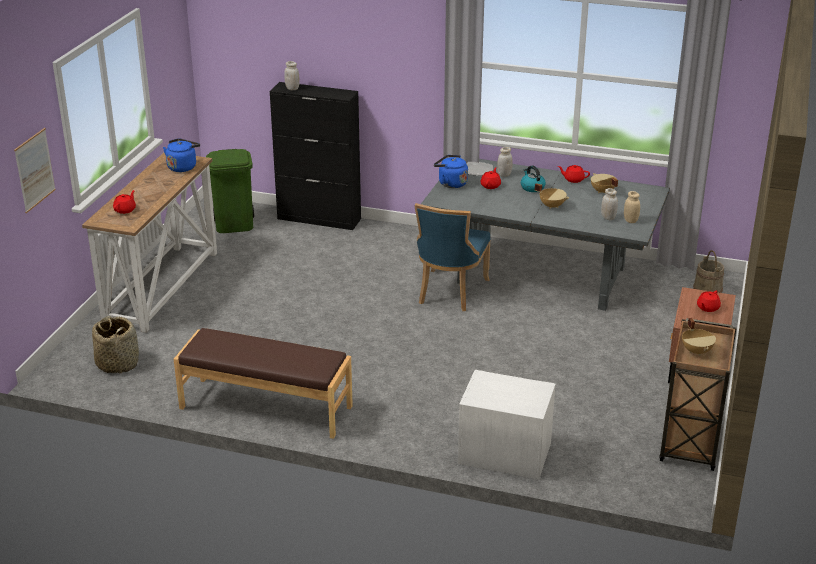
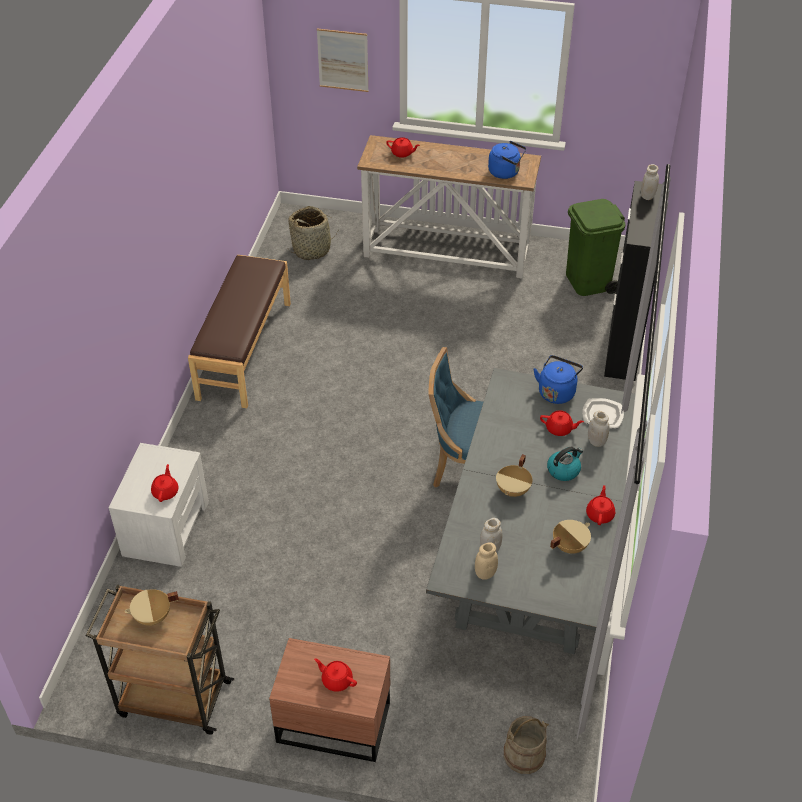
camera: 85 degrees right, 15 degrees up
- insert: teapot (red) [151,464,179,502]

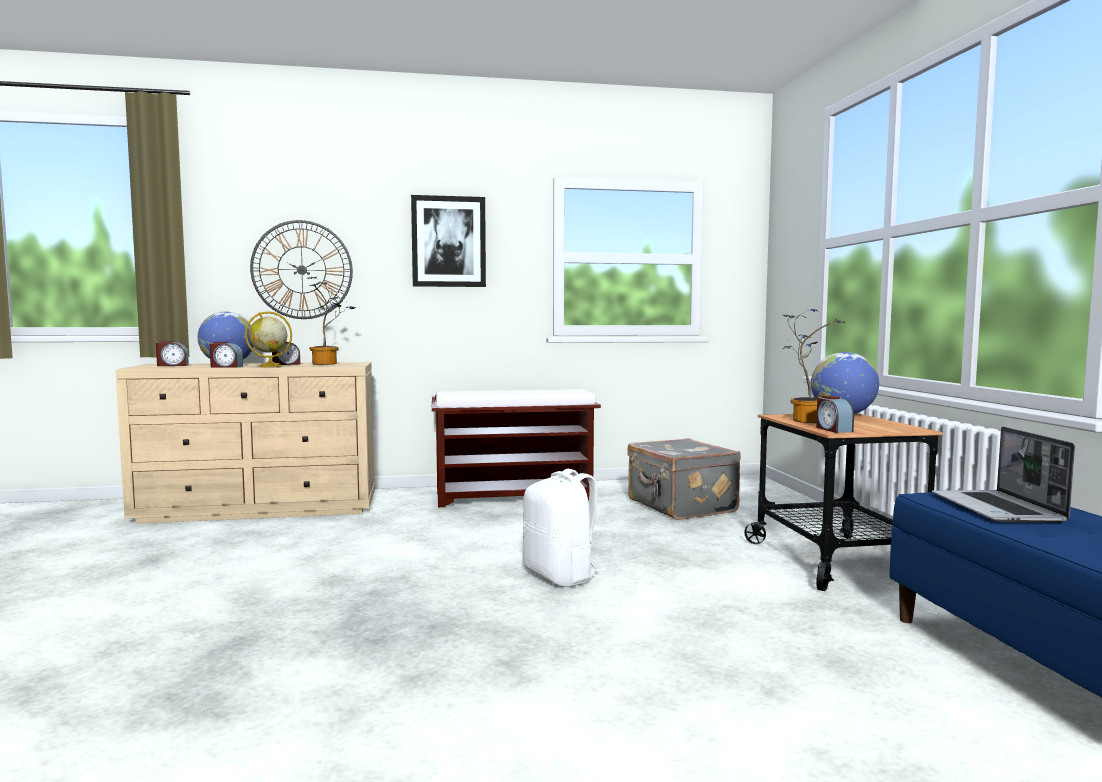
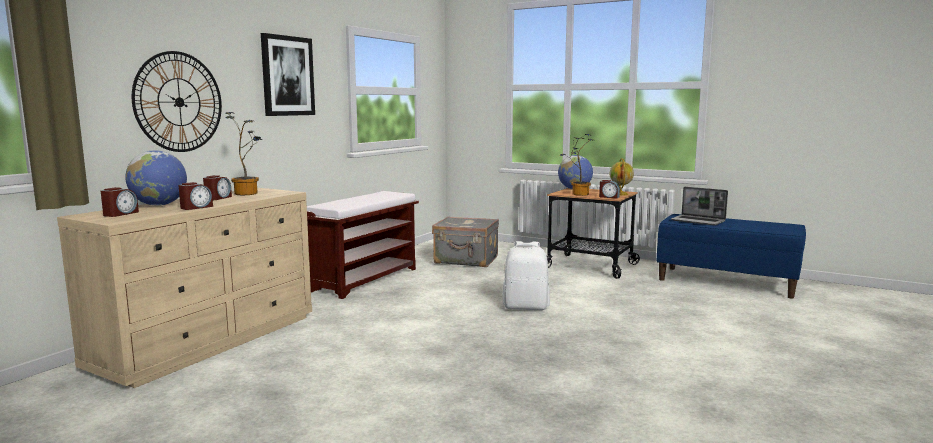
camera: 50 degrees left, 5 degrees up
- move: globe [245,311,292,367] to [610,158,634,195]

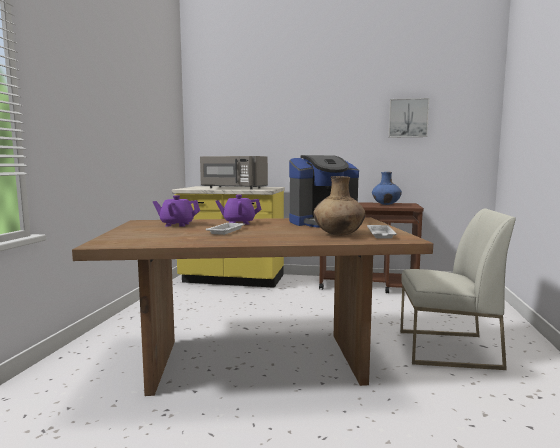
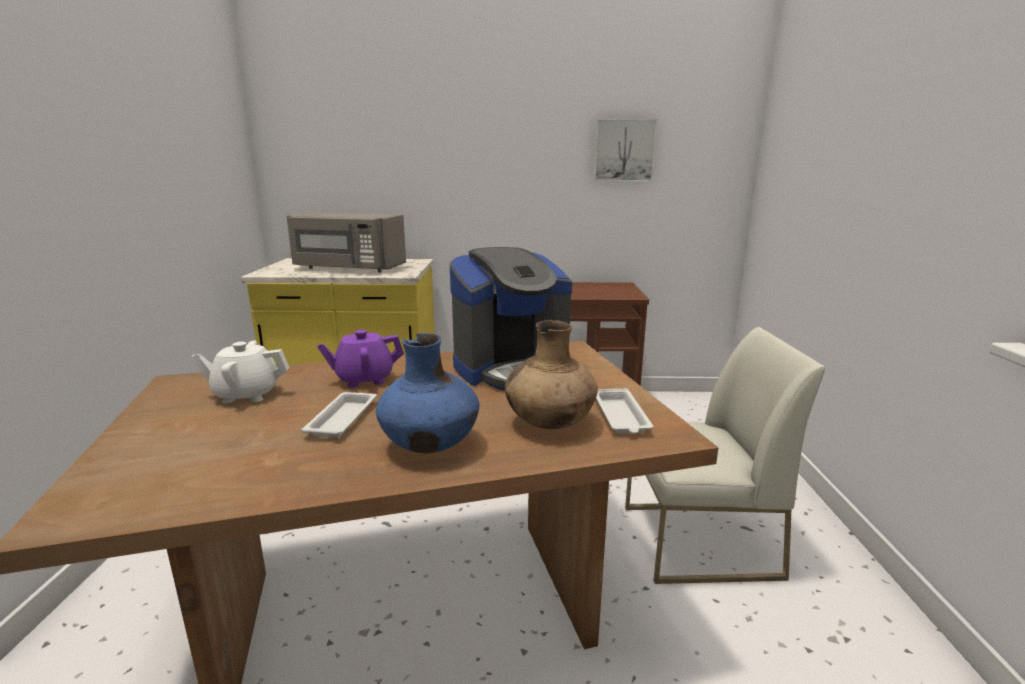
camera: 10 degrees left, 10 degrees up
- recolor: teapot (purple) [153,195,200,227] to teapot (white) [192,340,290,403]
- move: vase (blue) [372,172,402,205] to [376,333,479,453]

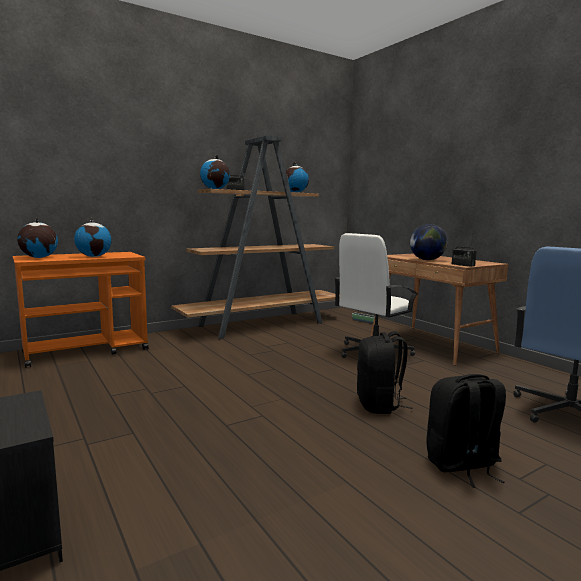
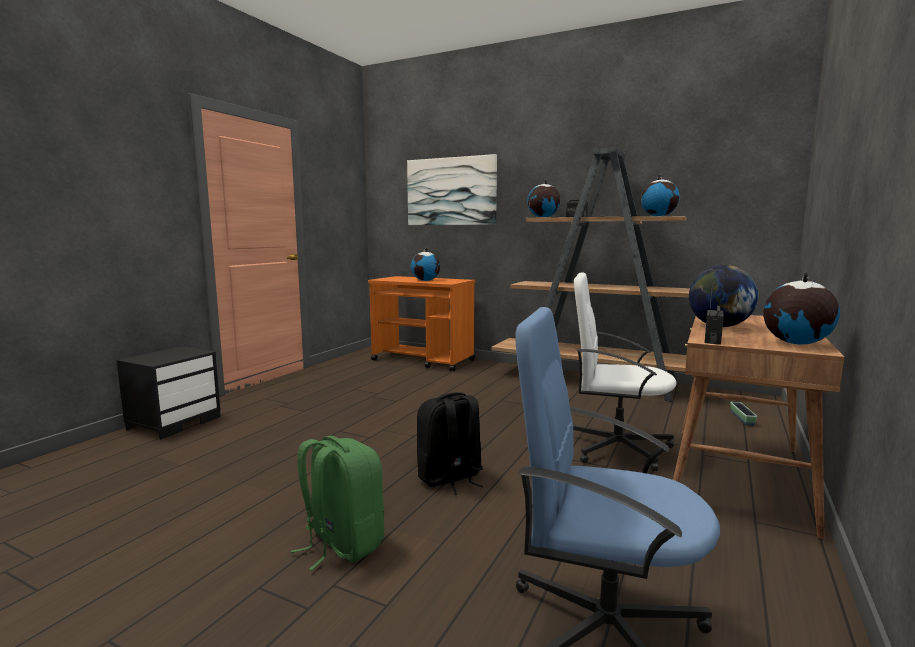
camera: 60 degrees right, 0 degrees up
- move: globe [17,217,58,258] to [763,272,840,345]
- recolor: backpack (black) [426,374,506,487] to backpack (green) [290,436,384,571]
- insert: picture [407,154,497,225]

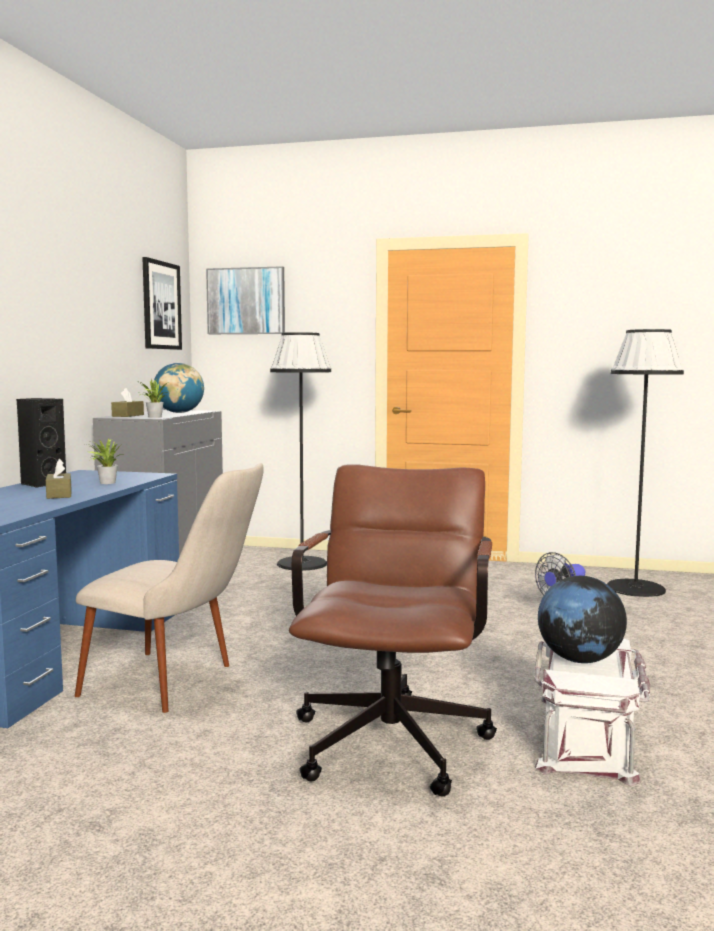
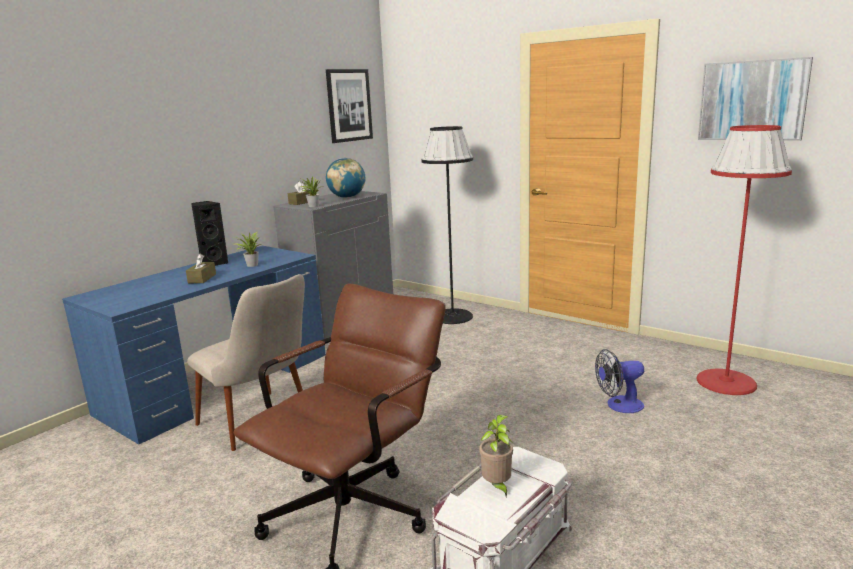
camera: 25 degrees right, 10 degrees up
- move: picture [206,266,285,334] to [698,57,813,141]
- replace: globe [538,576,627,663] to potted plant [479,415,514,497]
- recolor: floor lamp (black) [607,329,684,597] to floor lamp (red) [696,125,792,395]

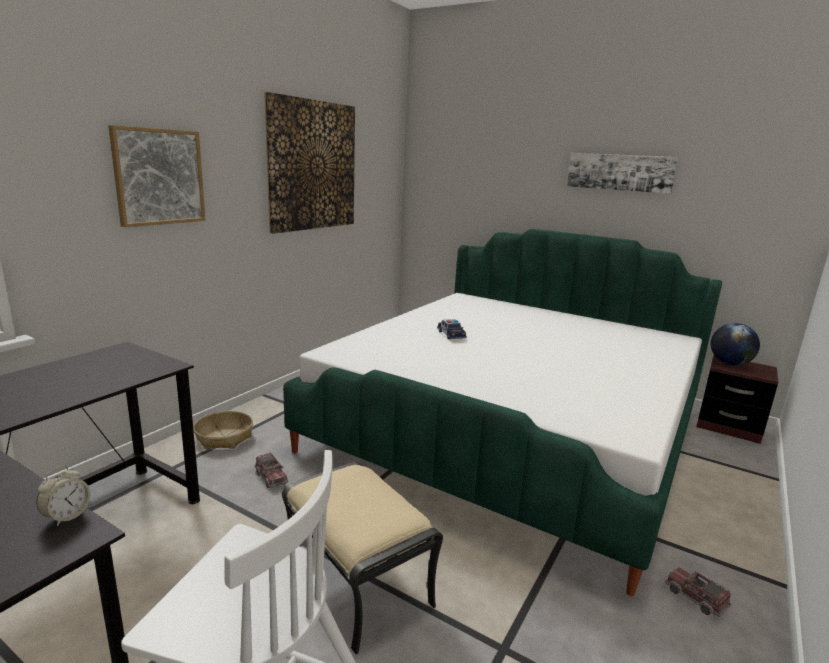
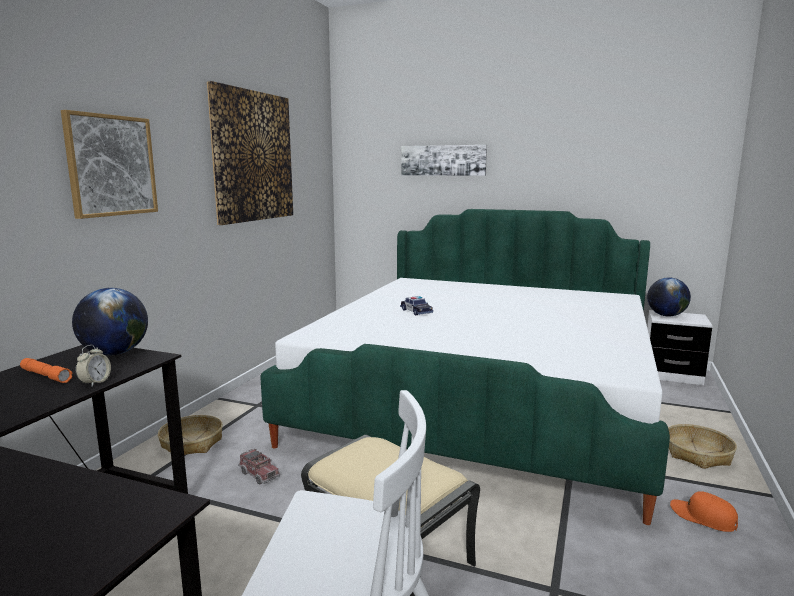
camera: 10 degrees left, 5 degrees down
- move: alarm clock [36,465,90,527] to [75,345,111,386]
- move: picture [567,153,678,194] to [401,145,487,176]
- replace: toy truck [665,567,732,617] to cap (orange) [670,491,738,532]
- recolor: nightstand (brown) [696,355,778,444] to nightstand (white) [647,310,712,385]
- insert: flashlight (orange) [20,358,72,383]
- insert: globe [72,288,148,355]
- insert: basket [668,424,737,469]

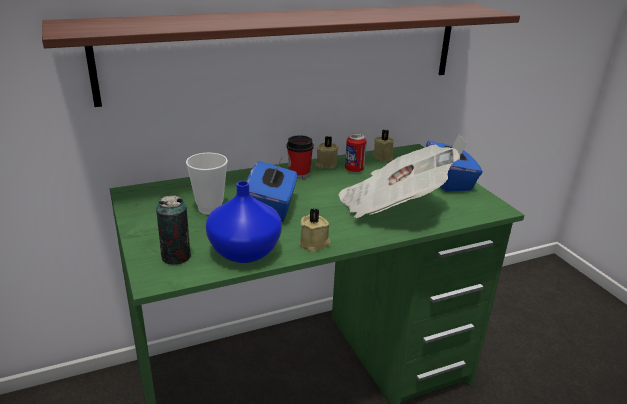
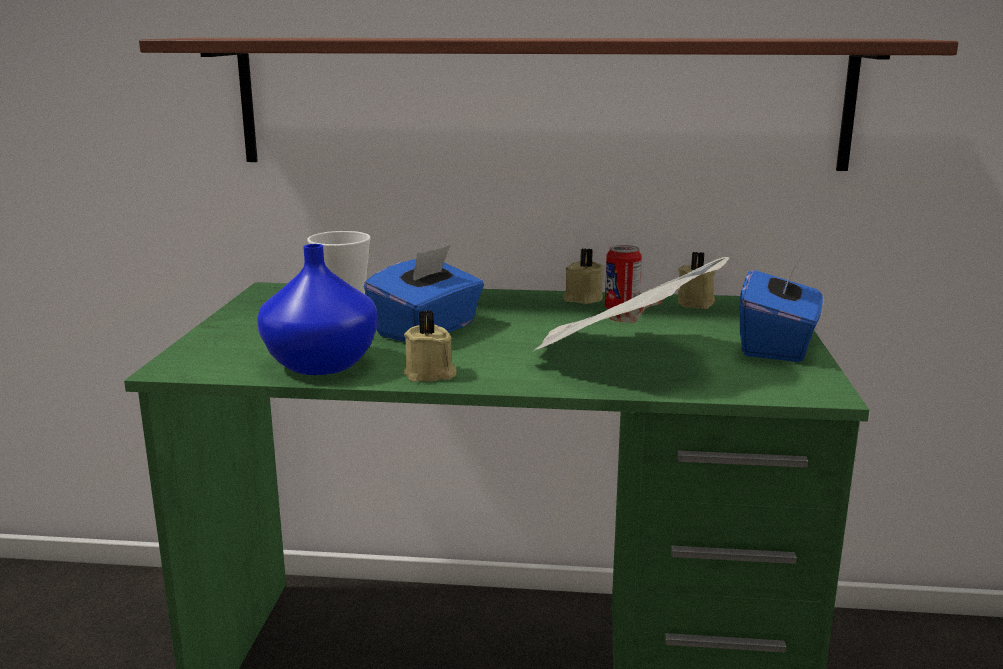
camera: 30 degrees right, 10 degrees down
- delete: can [156,196,191,265]
- delete: cup [287,135,314,179]

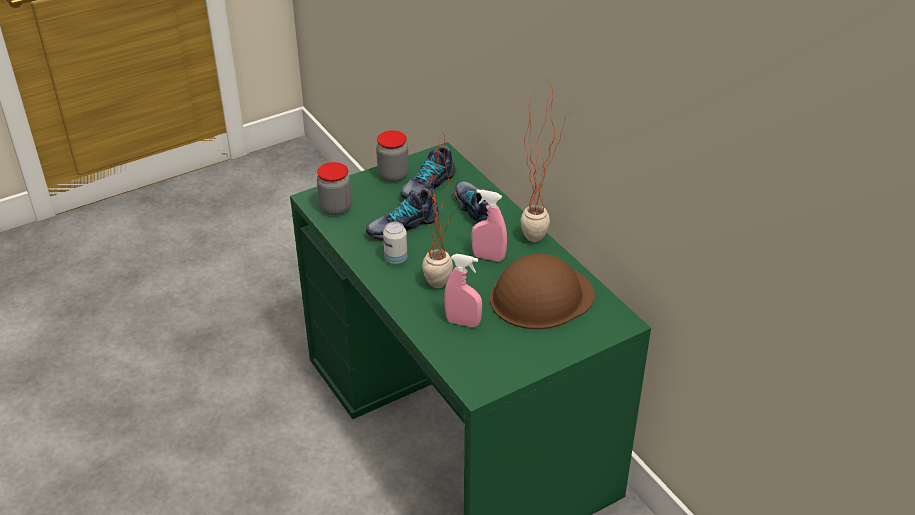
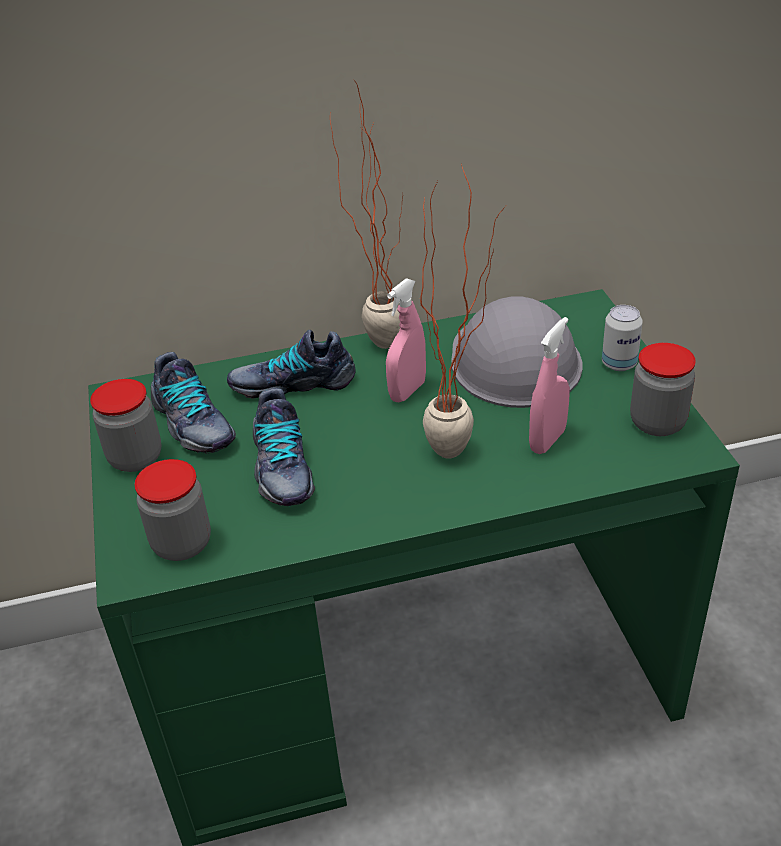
camera: 70 degrees left, 0 degrees up
- move: can [383,222,407,264] to [602,305,643,371]
- recolor: hard hat (brown) [490,254,595,329] to hard hat (grey) [451,297,583,408]
- insert: jar [630,343,696,436]

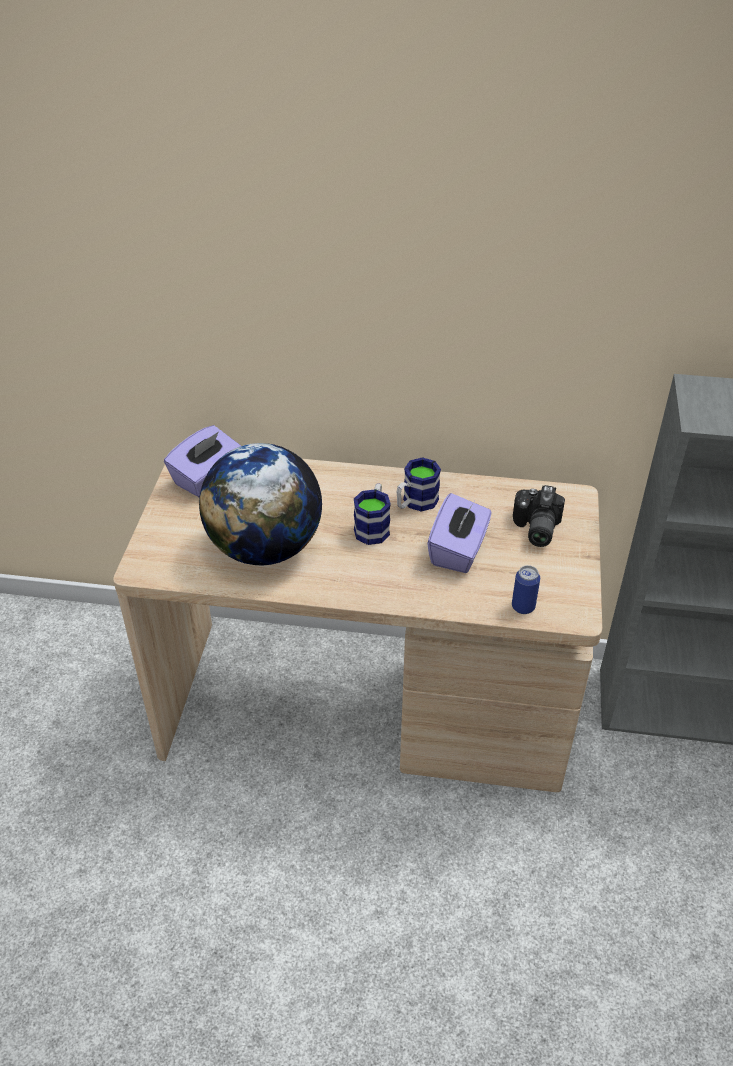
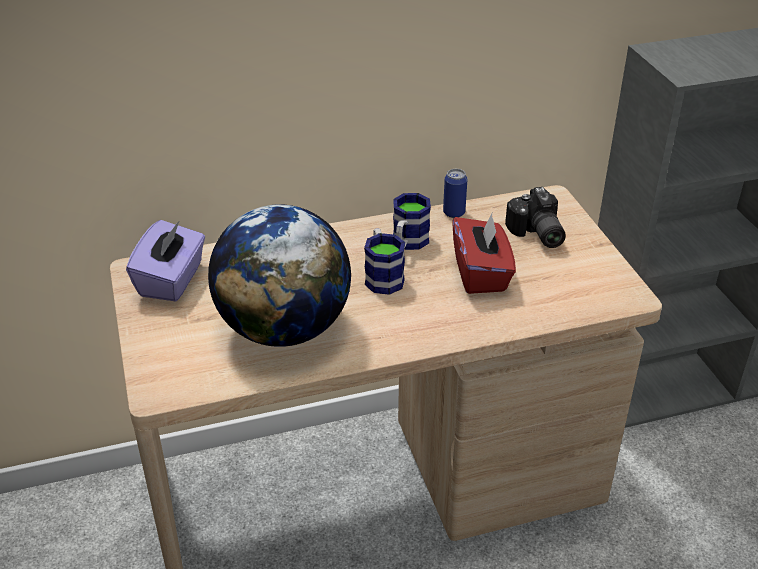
camera: 25 degrees left, 5 degrees down
- recolor: tissue box (purple) [427,493,492,573] to tissue box (red) [452,213,516,294]
- move: can [512,565,540,614] to [443,169,468,218]

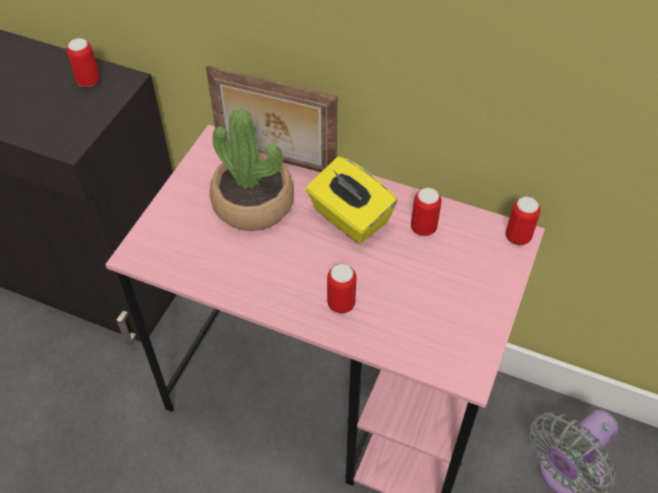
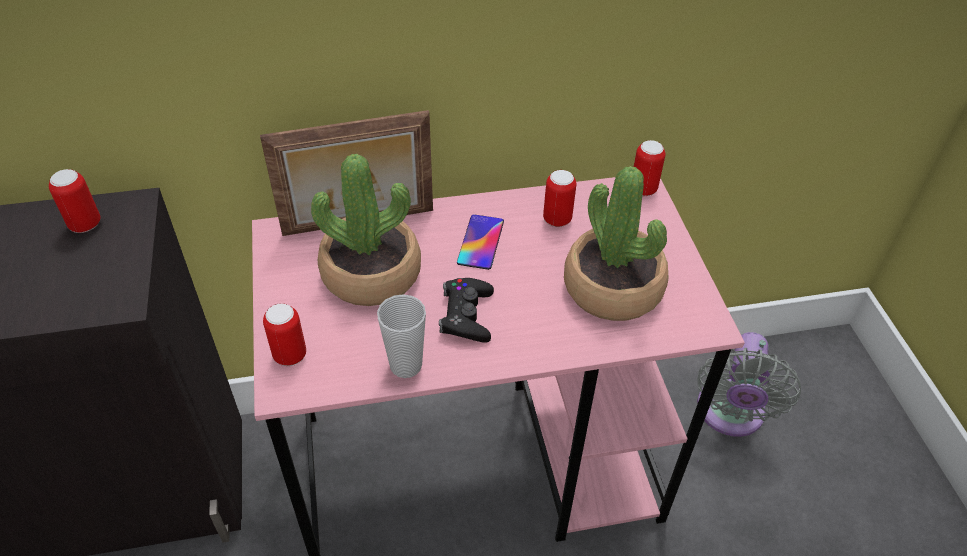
camera: 35 degrees left, 5 degrees down
- replace: tissue box (yellow) [306,156,398,244] to phone [457,214,504,270]
- move: can [327,264,356,314] to [263,303,306,366]
- insert: cup [377,294,426,378]
- insert: game controller (black) [439,278,494,343]
- insert: potted plant [564,166,668,321]

